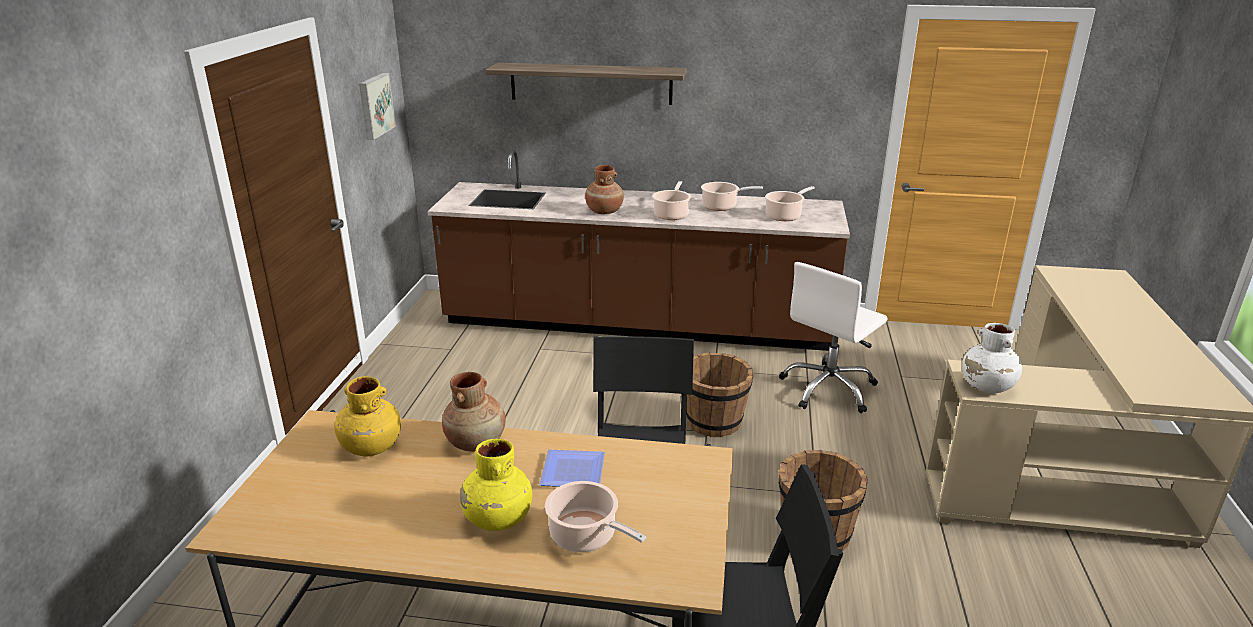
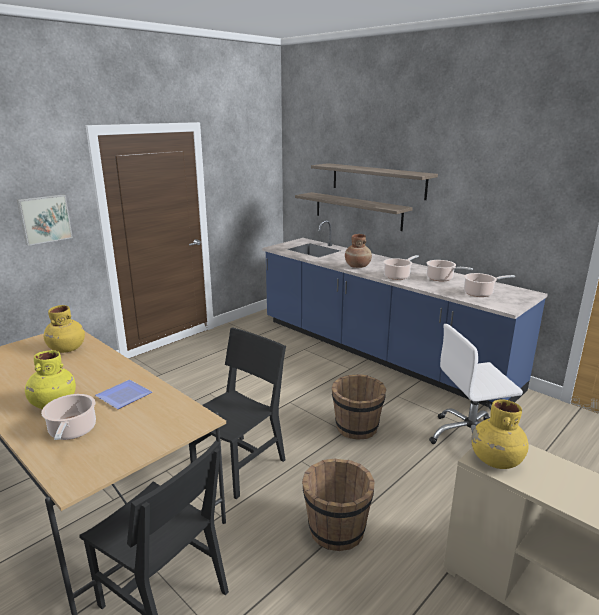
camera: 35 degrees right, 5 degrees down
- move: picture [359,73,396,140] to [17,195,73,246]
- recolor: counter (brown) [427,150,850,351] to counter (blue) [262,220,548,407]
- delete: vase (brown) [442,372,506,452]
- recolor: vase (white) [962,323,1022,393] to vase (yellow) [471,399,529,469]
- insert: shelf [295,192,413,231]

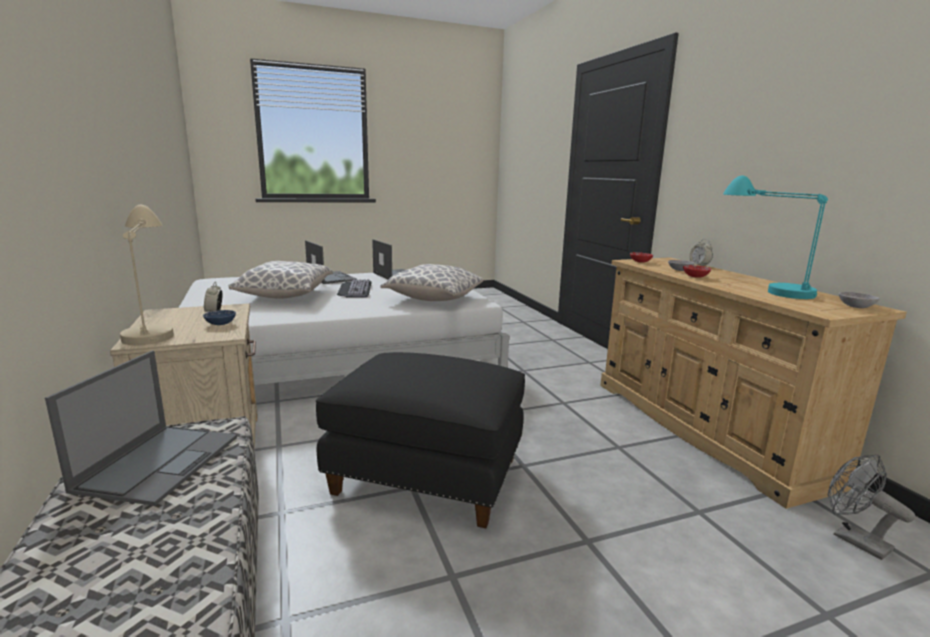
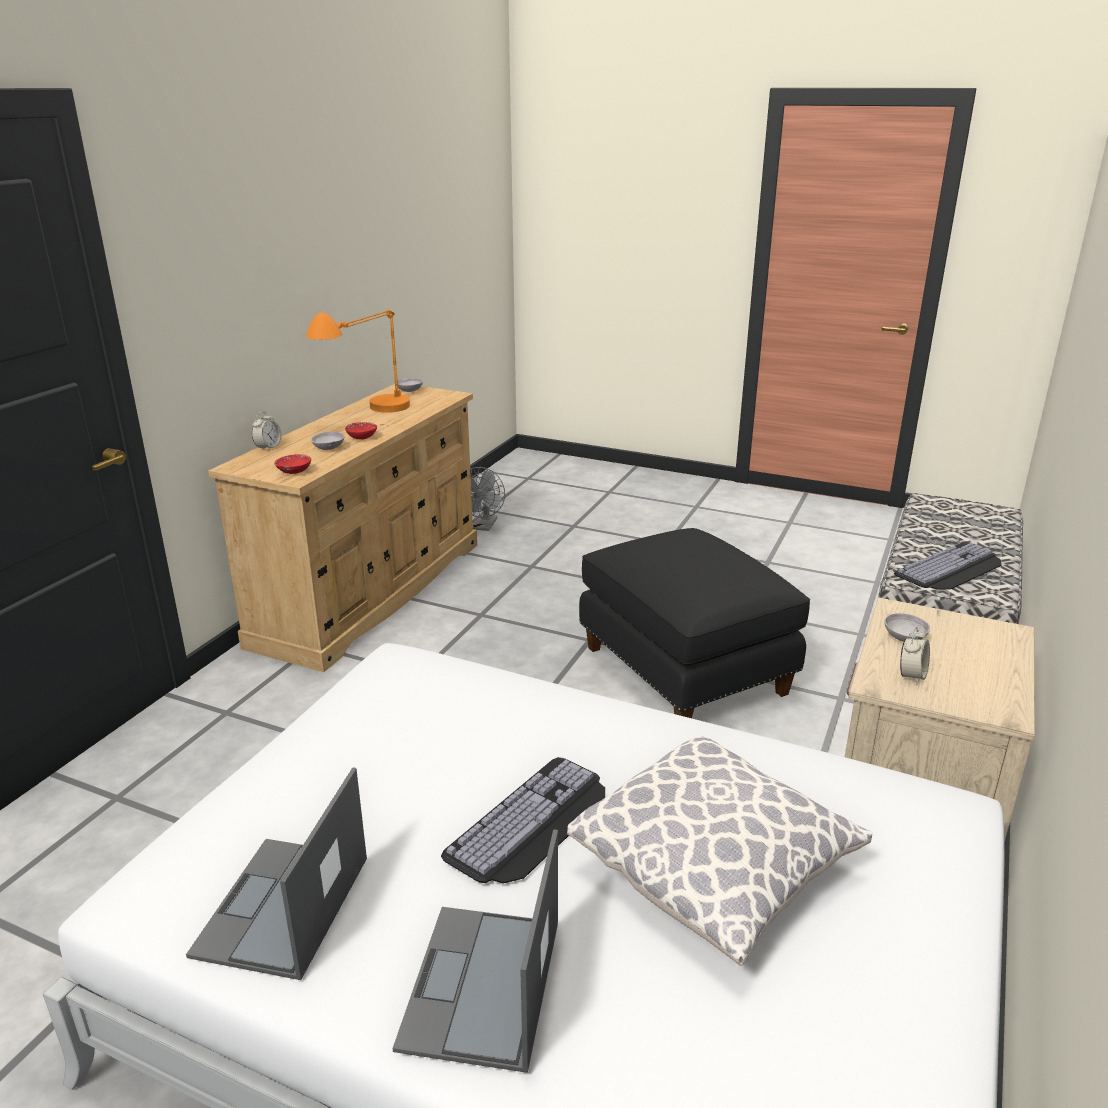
camera: 135 degrees left, 10 degrees up
- replace: laptop [45,351,237,506] to keyboard [894,542,1002,590]
- delete: table lamp (beige) [120,205,174,345]
- recolor: bowl (blue) [203,310,236,325] to bowl (grey) [884,613,930,642]
- delete: pillow [380,264,483,301]
- recolor: table lamp (turquoise) [723,175,828,299] to table lamp (orange) [306,310,410,413]

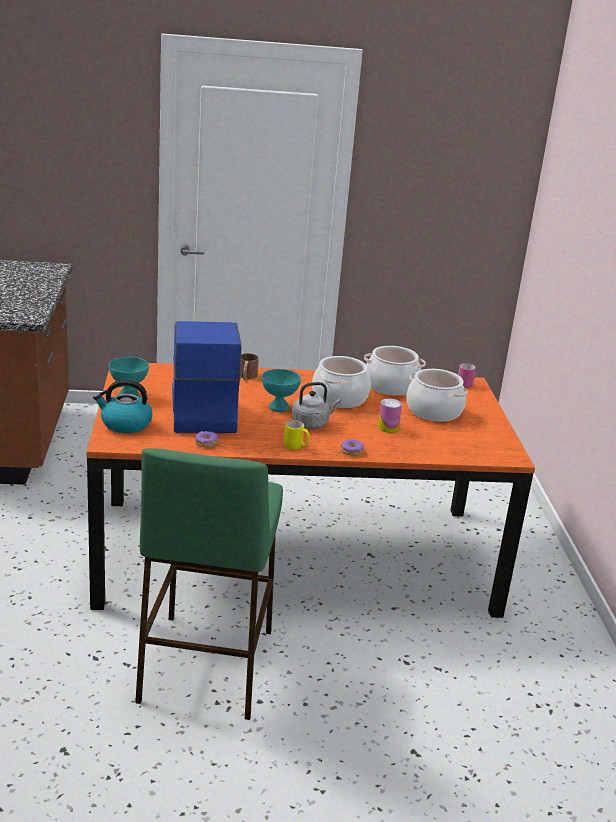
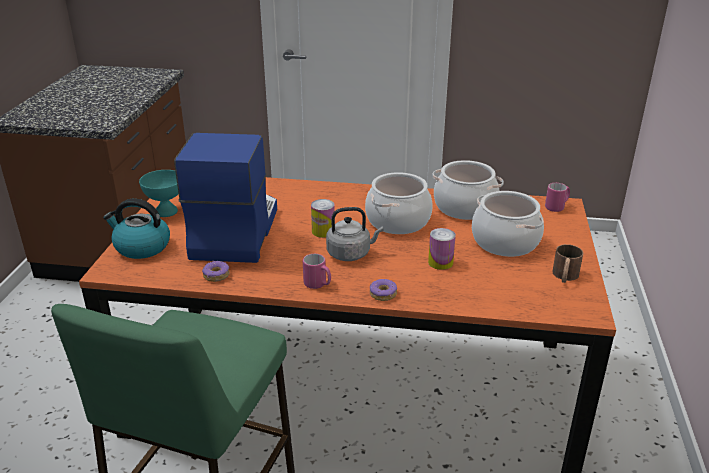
camera: 15 degrees right, 5 degrees up
- move: mug (brown) [240,353,259,380] to [552,244,583,283]
- replace: bowl (turquoise) [262,369,301,412] to can [311,199,335,238]
- recolor: mug (yellow) [284,420,310,450] to mug (pink) [303,254,331,289]

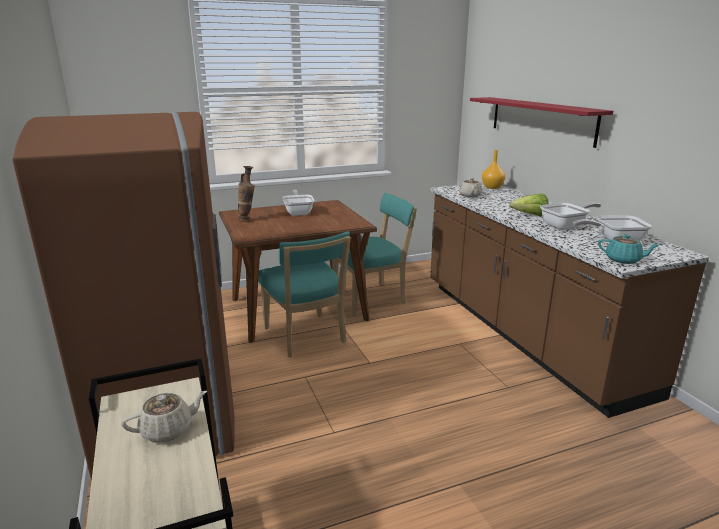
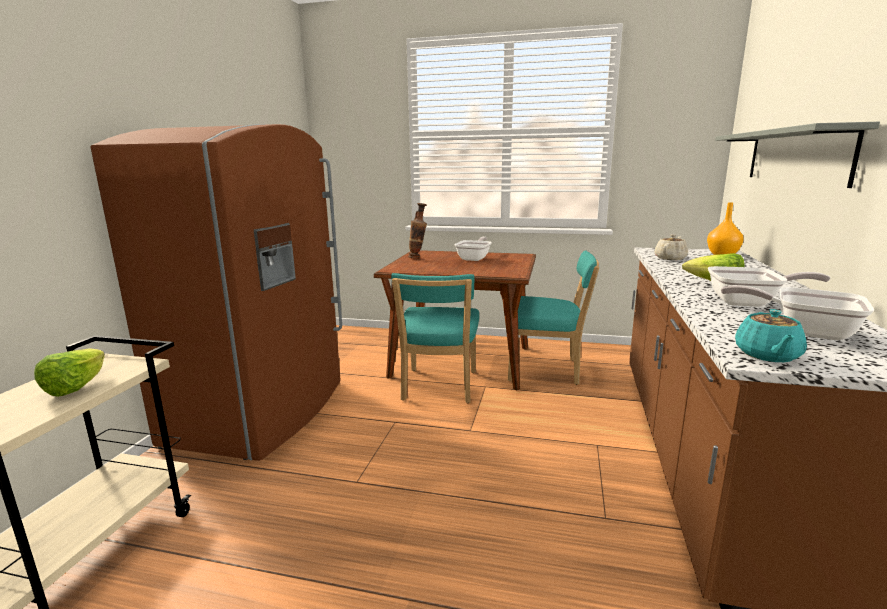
camera: 35 degrees right, 5 degrees down
- replace: teapot (beige) [121,391,207,442] to lettuce [34,348,105,397]
- recolor: shelf (red) [470,97,613,148] to shelf (grey) [715,122,880,188]
- rotate: teapot (turquoise) [598,234,659,264] = [735,309,807,362] 45 degrees clockwise

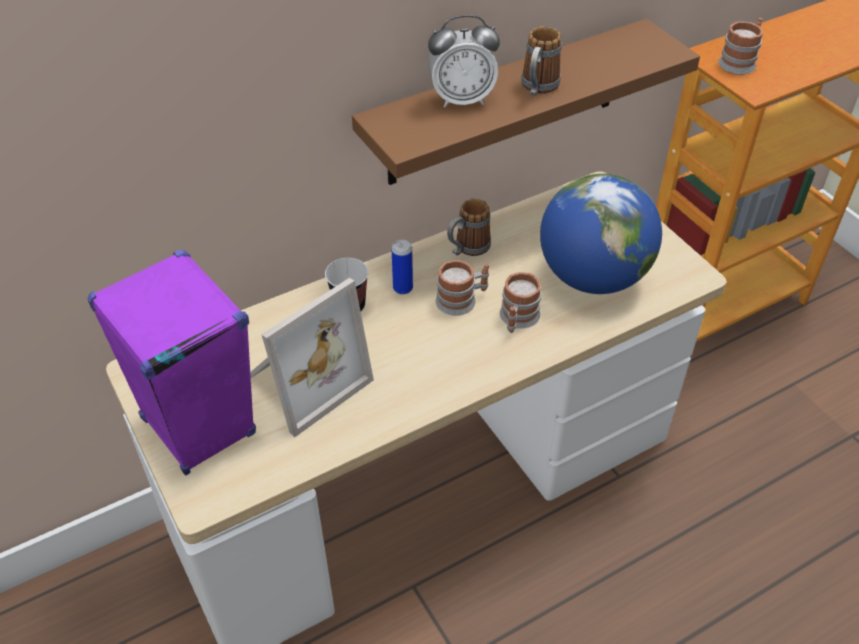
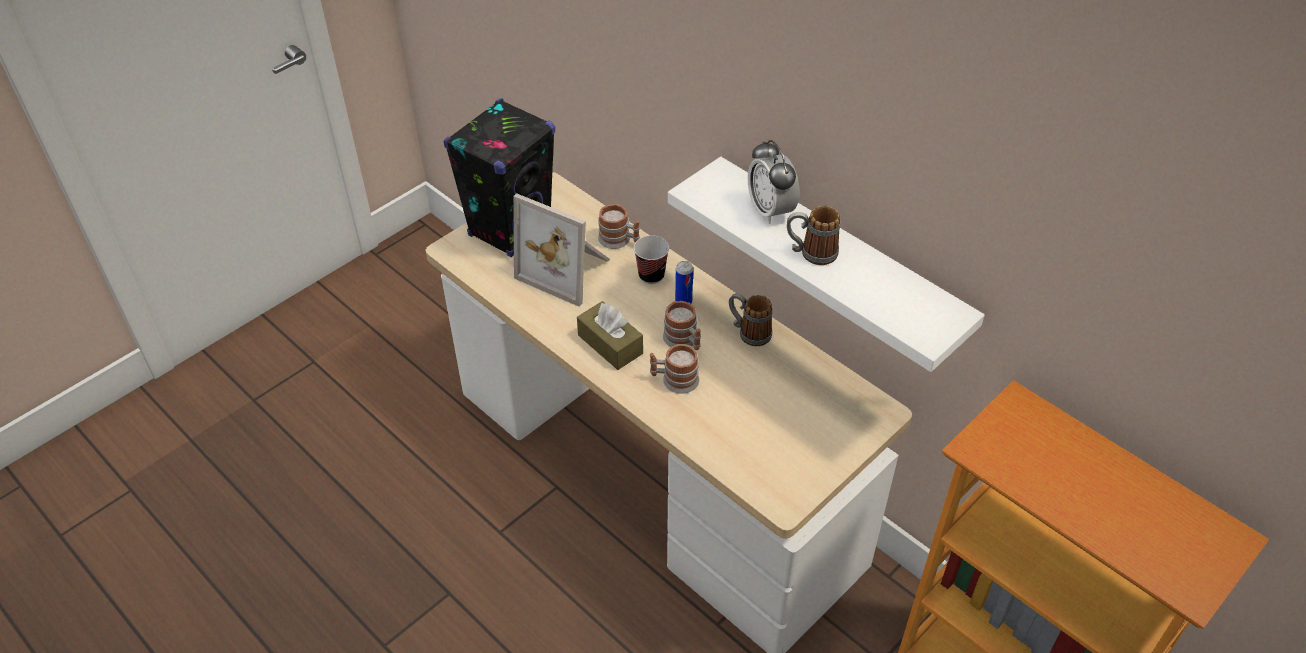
camera: 75 degrees right, 0 degrees up
- recolor: speaker (purple) [88,250,256,475] to speaker (black) [444,99,555,257]
- recolor: shelf (brown) [352,19,700,185] to shelf (white) [668,157,985,372]
- delete: globe [540,174,662,294]
- move: mug [718,18,763,75] to [598,204,640,249]
- insert: tissue box (brown) [577,301,643,370]

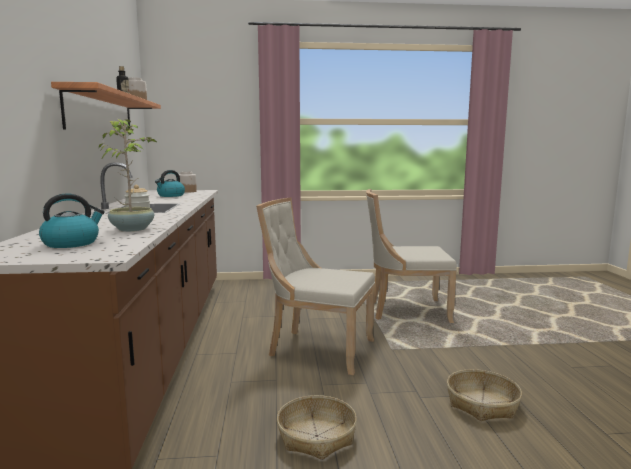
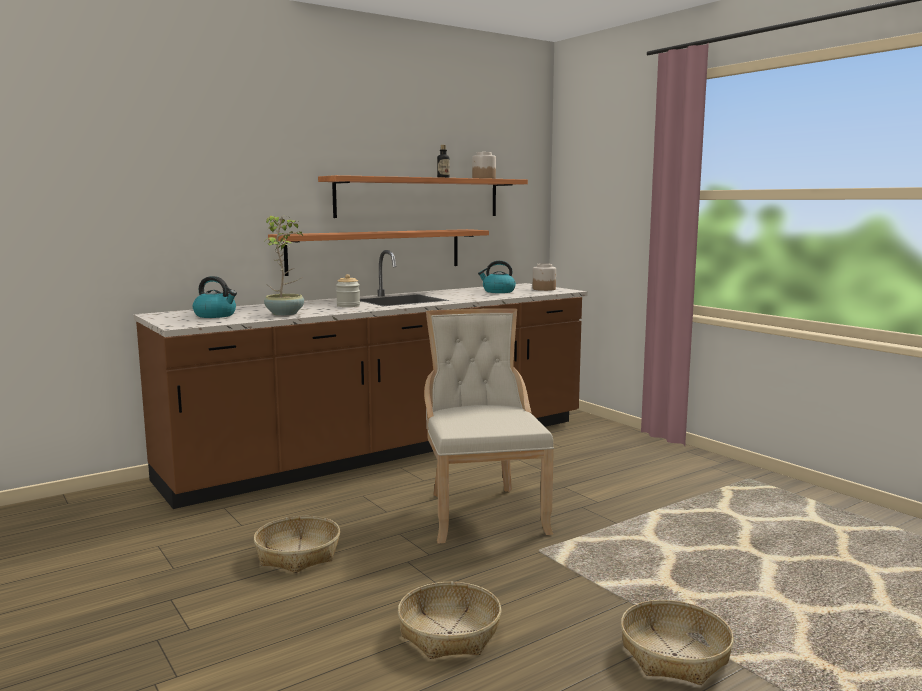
camera: 60 degrees right, 0 degrees up
- delete: chair (beige) [366,189,457,323]
- insert: shelf [268,229,489,276]
- insert: basket [621,600,734,685]

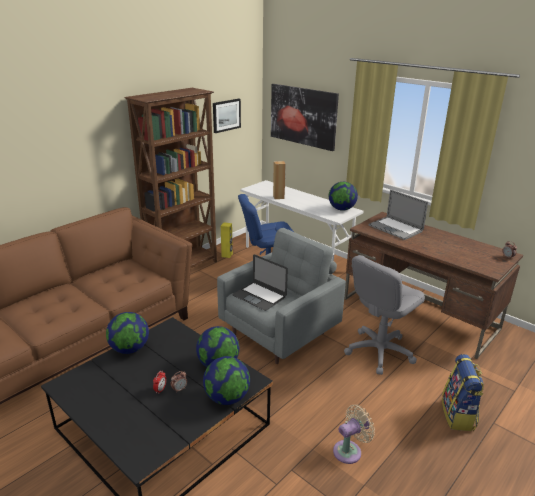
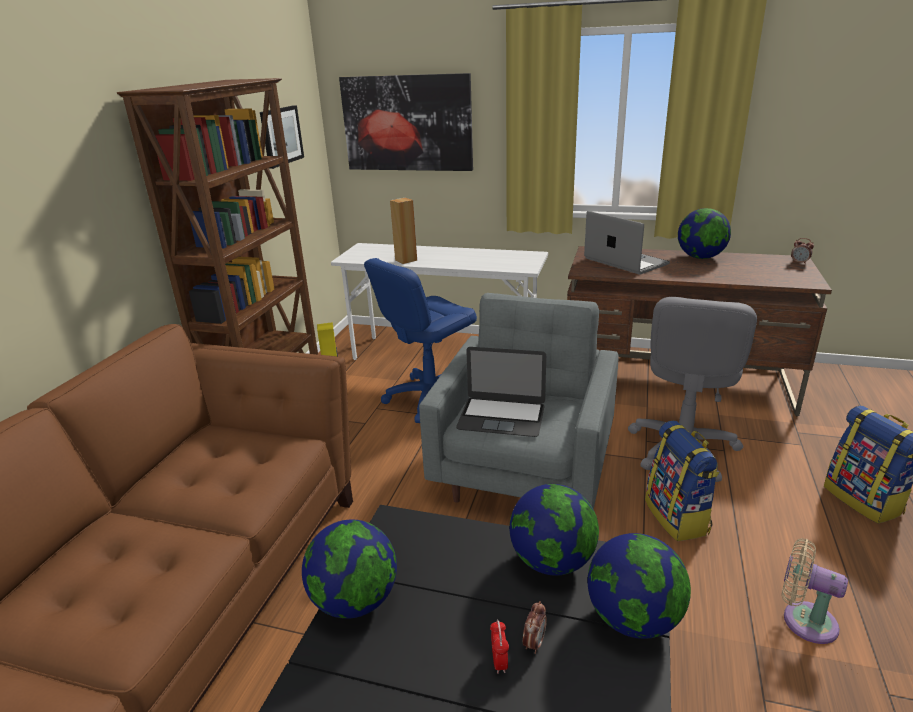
camera: 25 degrees left, 0 degrees up
- move: globe [329,182,358,211] to [678,208,731,259]
- rotate: fan (beige) [333,404,375,464] = [782,538,848,644] 90 degrees counterclockwise
- rotate: laptop [368,190,428,240] = [584,211,670,275] 150 degrees counterclockwise
- insert: backpack [645,421,720,541]

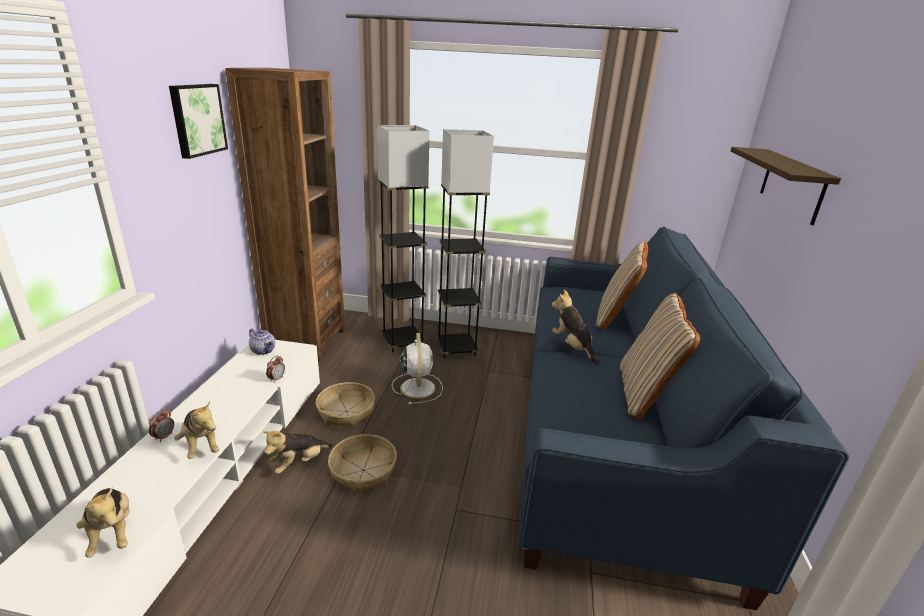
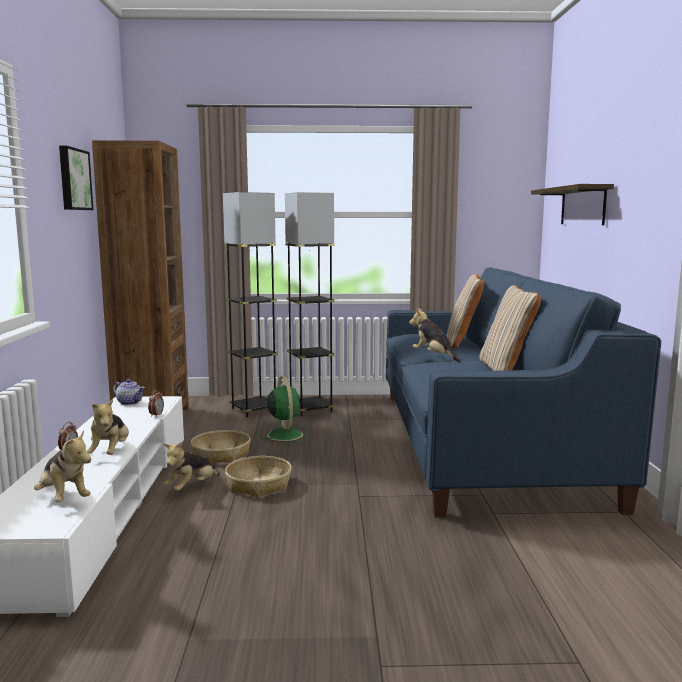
camera: 10 degrees left, 15 degrees down
- rotate: plush toy [174,401,219,459] = [87,399,129,455] 45 degrees clockwise
- recolor: fan (white) [392,333,443,405] to fan (green) [258,376,311,445]

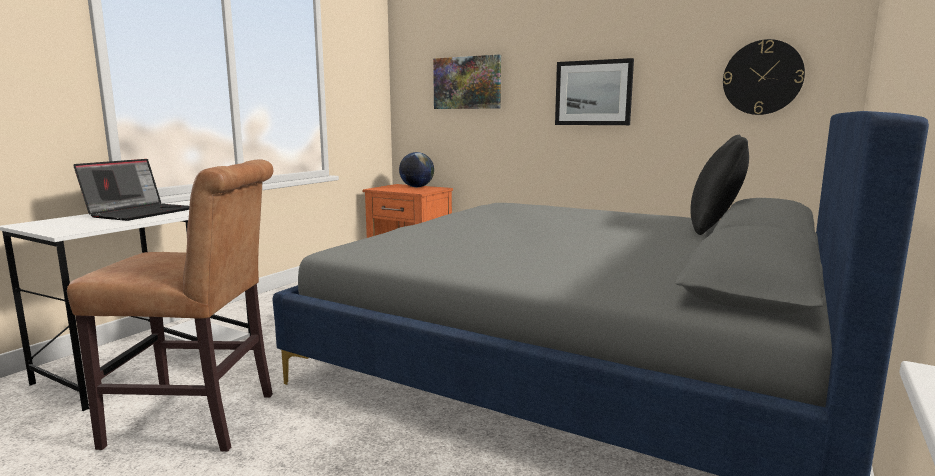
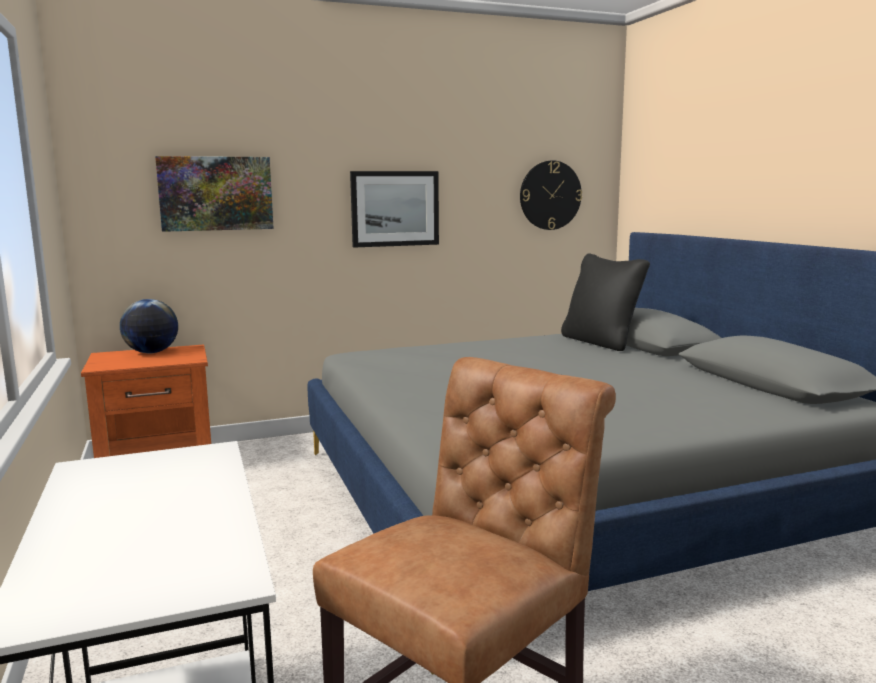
camera: 50 degrees left, 0 degrees up
- delete: laptop [74,159,189,221]

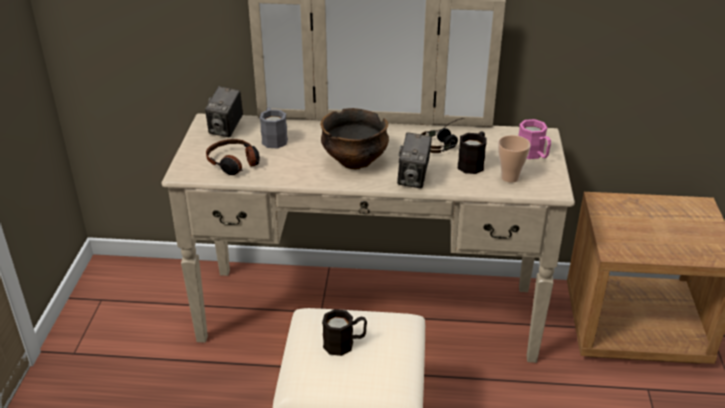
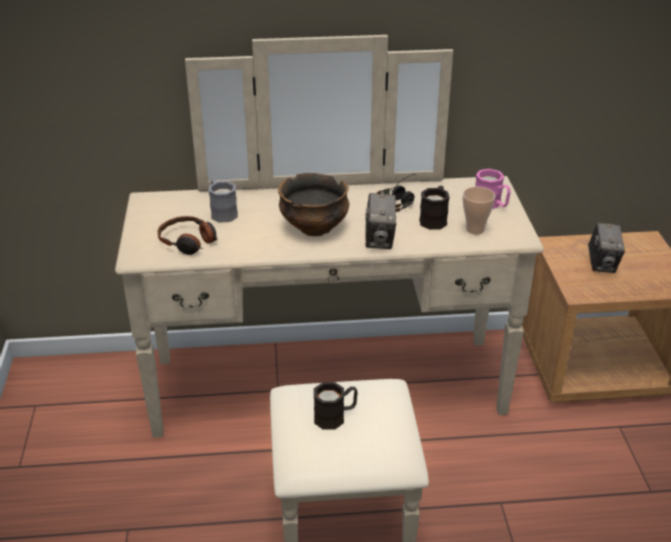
camera: 10 degrees left, 0 degrees up
- move: photo camera [205,86,243,137] to [588,223,625,273]

